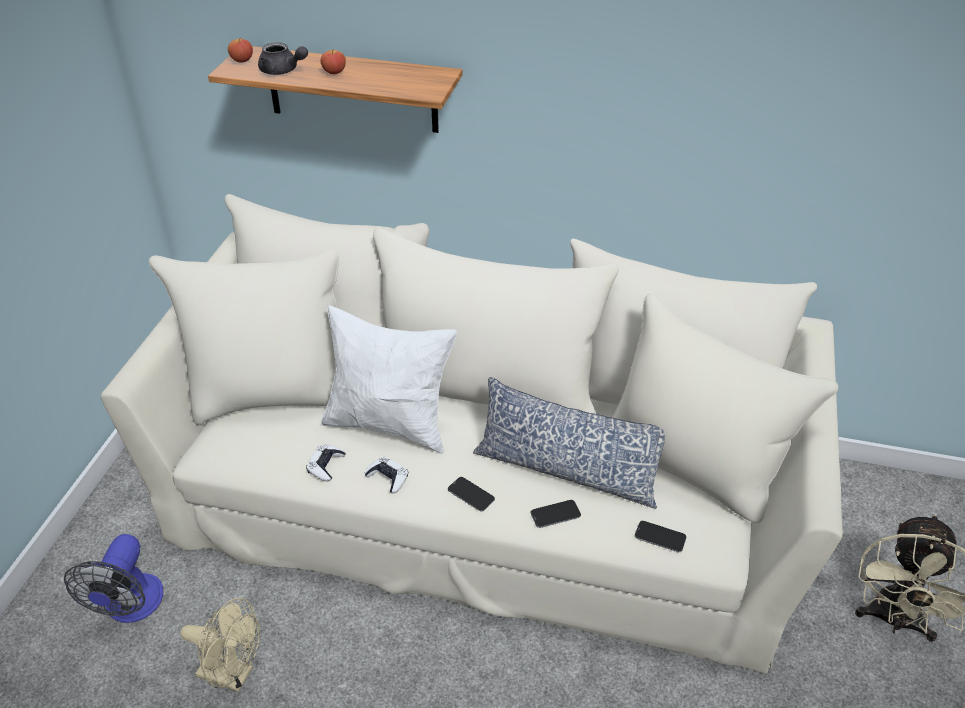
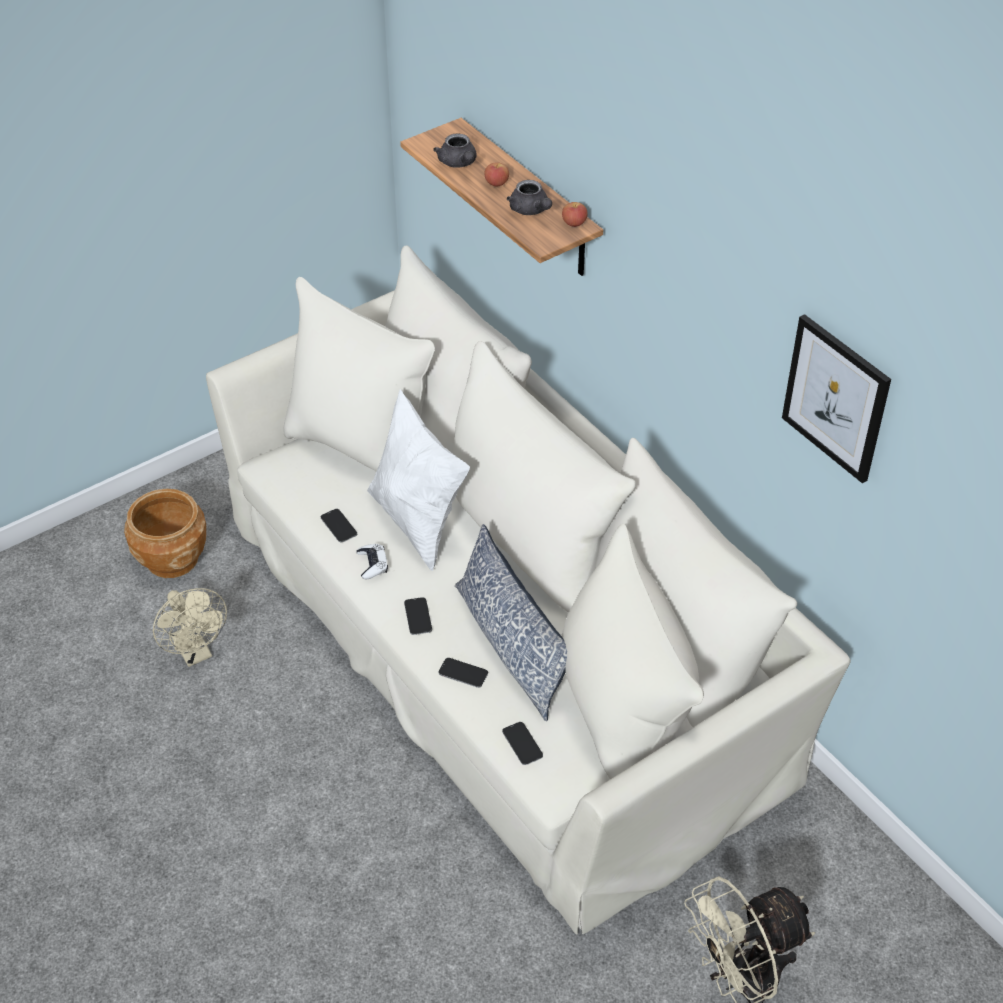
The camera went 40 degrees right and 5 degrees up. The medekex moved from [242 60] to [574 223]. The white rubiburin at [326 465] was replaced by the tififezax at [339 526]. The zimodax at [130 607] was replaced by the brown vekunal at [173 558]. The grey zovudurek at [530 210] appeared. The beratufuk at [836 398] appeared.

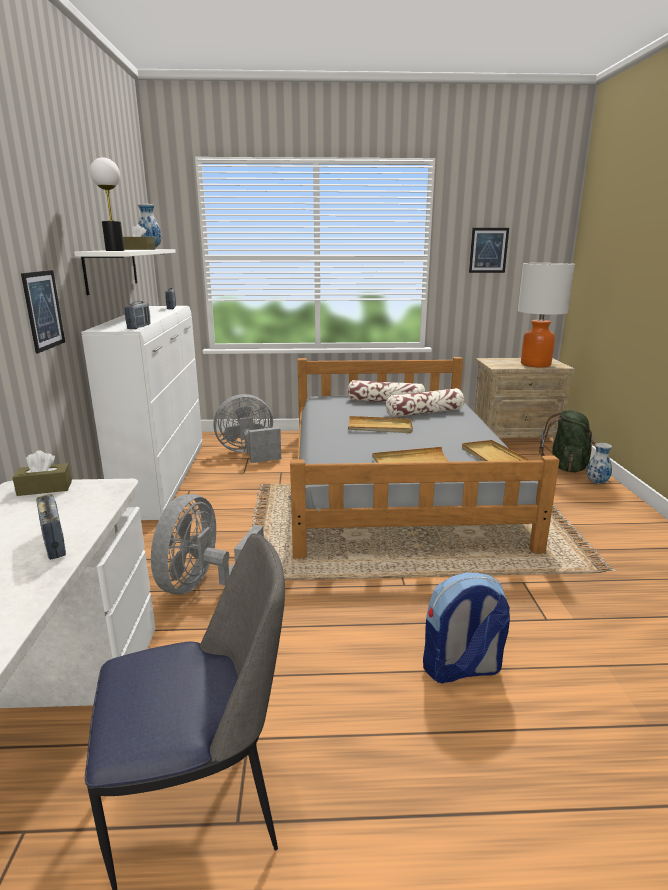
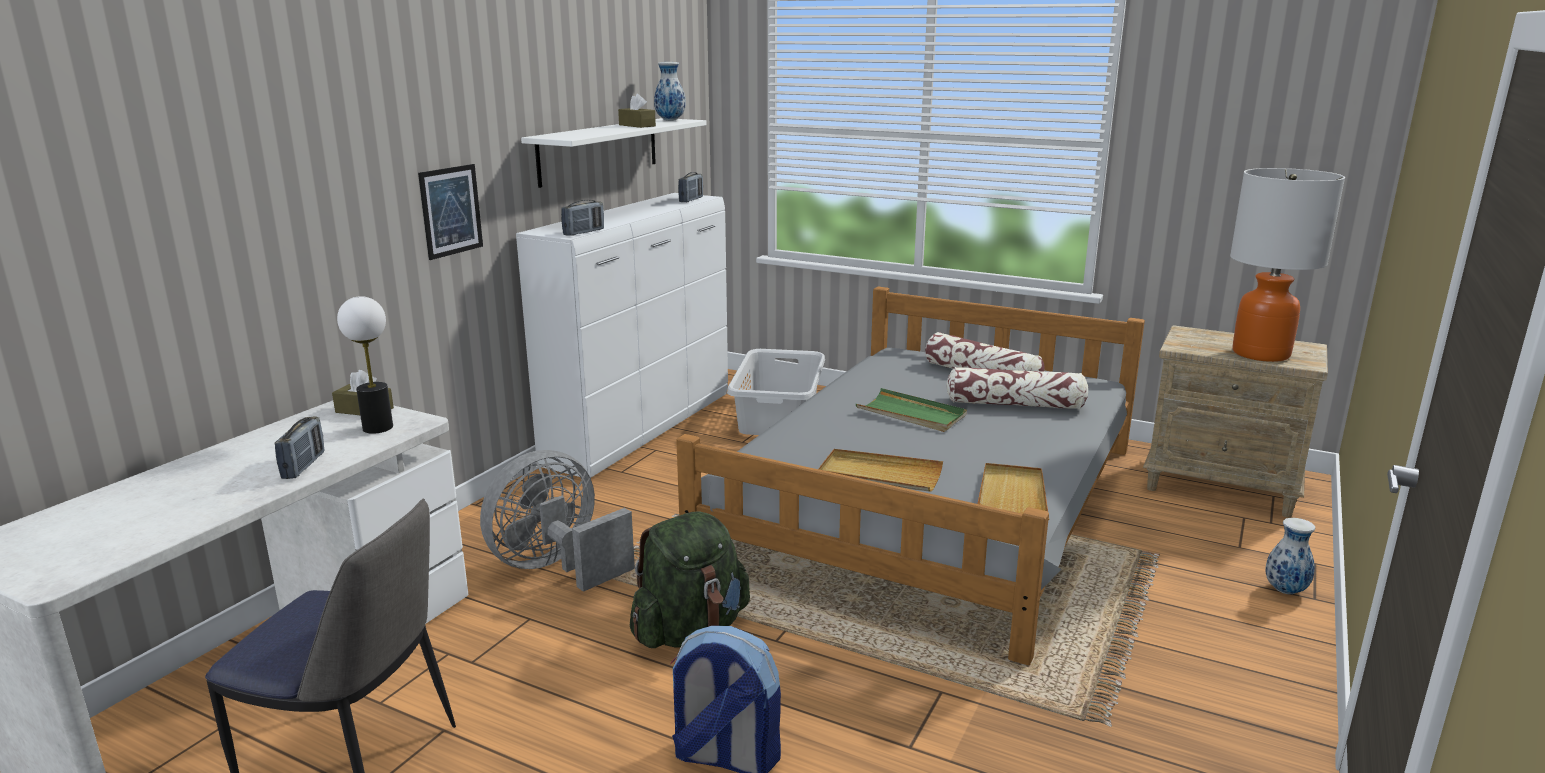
The camera went 30 degrees right and 0 degrees up. The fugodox moved from [114 250] to [377 428]. The beratufuk at [488 250] disappeared. The grey zimodax at [249 453] was replaced by the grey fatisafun at [777 416]. The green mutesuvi moved from [566 467] to [690 631]. The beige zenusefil at [380 427] became the green zenusefil at [911 414].

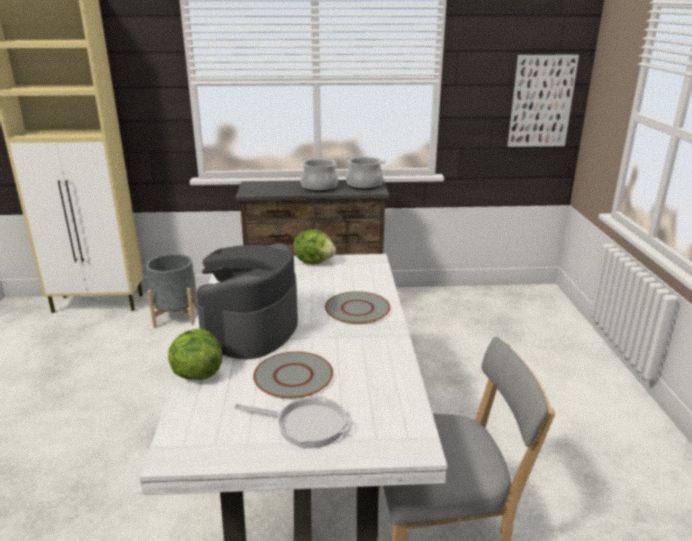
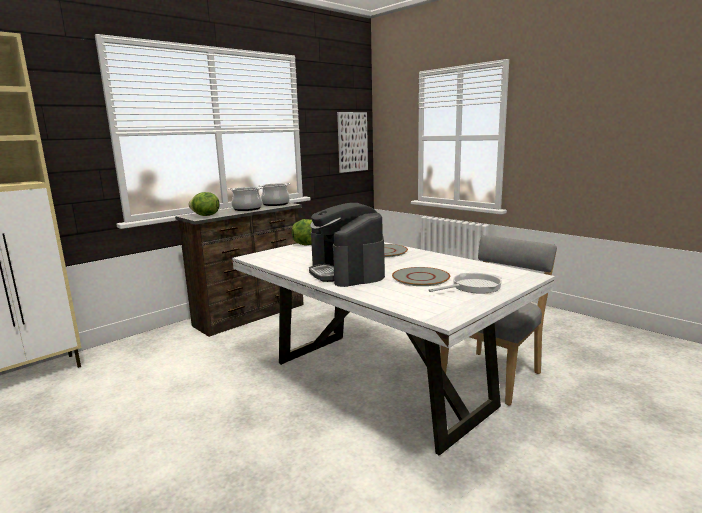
The camera went 40 degrees left and 10 degrees down. The grey vekunal at [176 316] disappeared. The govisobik moved from [196 374] to [205 216].

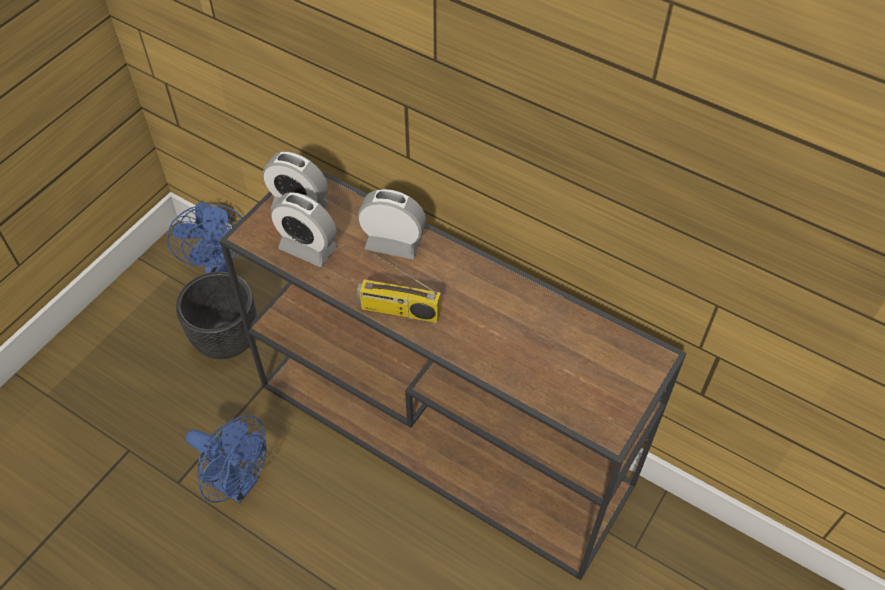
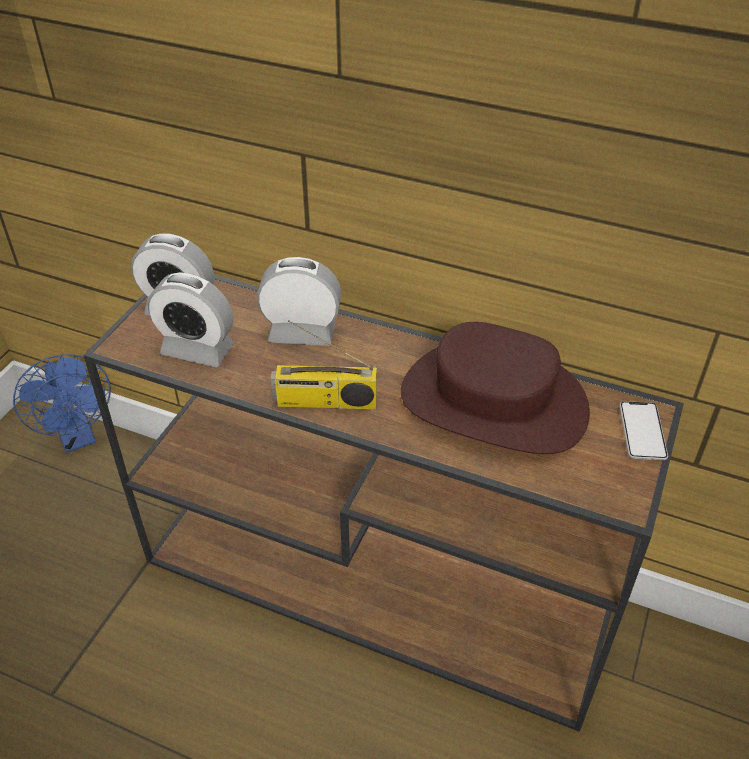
The camera went 10 degrees left and 10 degrees down. The black vekunal at [227 339] disappeared. The blue zimodax at [237 483] disappeared. The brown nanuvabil at [493 402] appeared. The tififezax at [642 431] appeared.

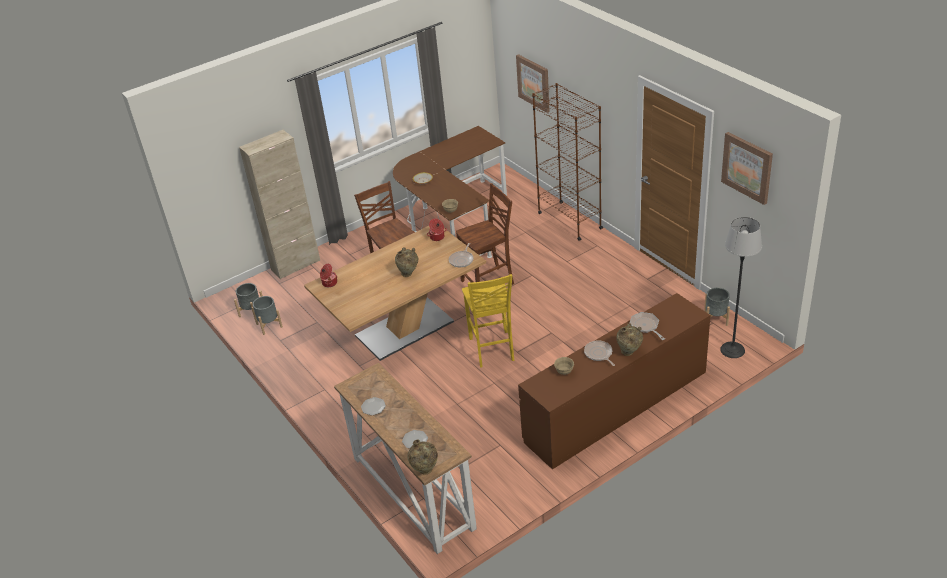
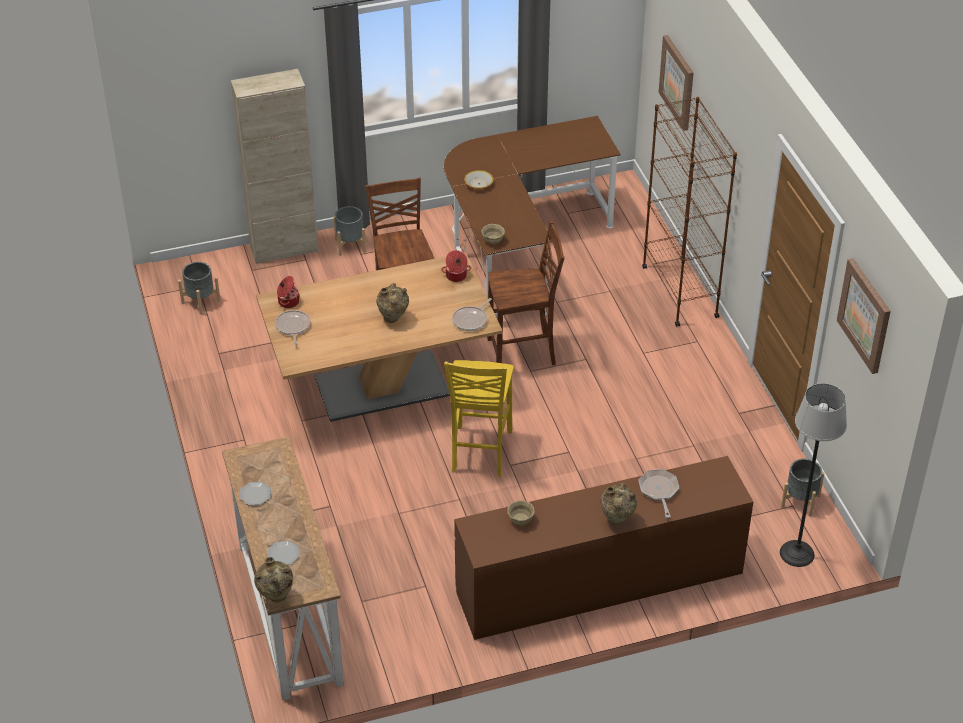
The camera went 15 degrees right and 5 degrees up. The grey vekunal moved from [269 325] to [350 245]. The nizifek moved from [599 354] to [292 327].

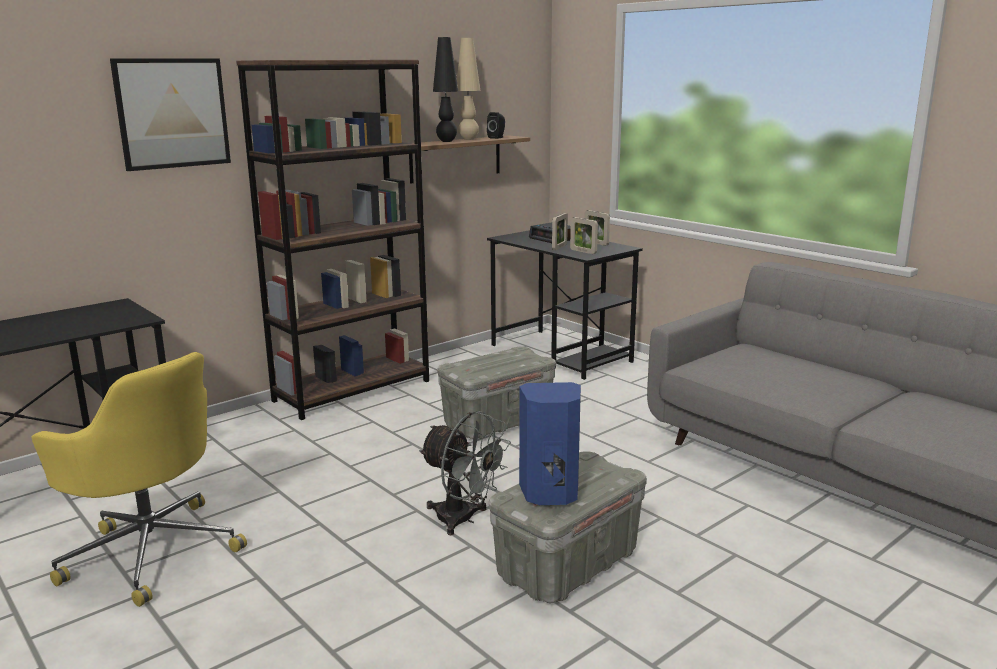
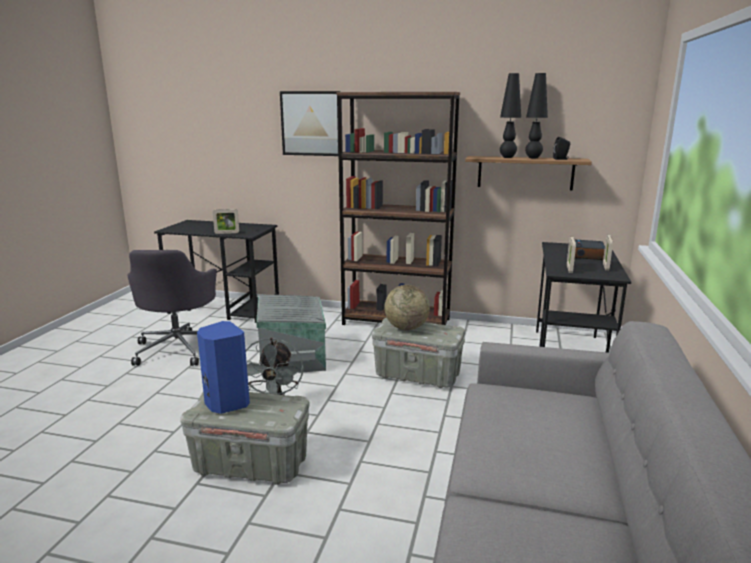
The camera went 55 degrees right and 0 degrees up. The beige fugodox at [469 139] became the black fugodox at [533 158]. The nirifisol moved from [559 247] to [227 233]. The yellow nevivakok at [151 550] became the grey nevivakok at [179 348]. The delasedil at [406 328] appeared. The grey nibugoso at [294 356] appeared.

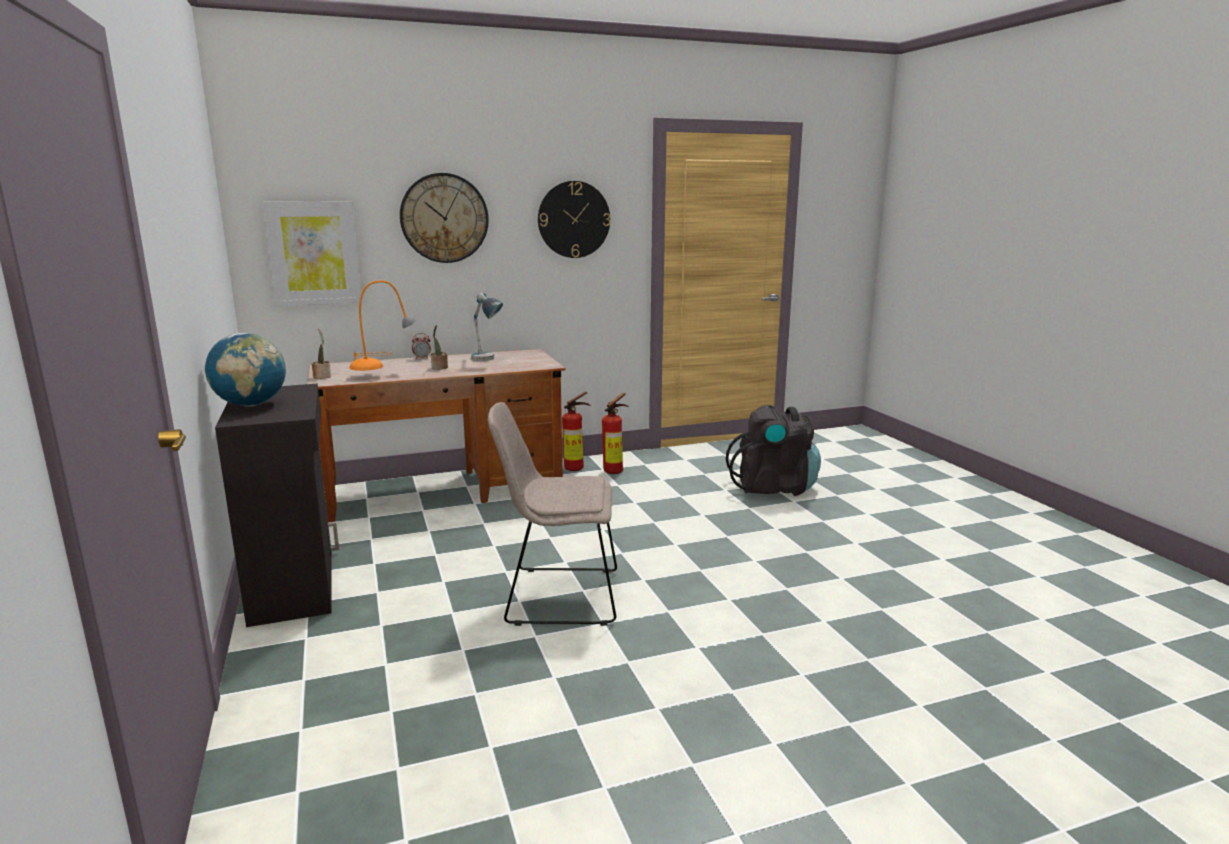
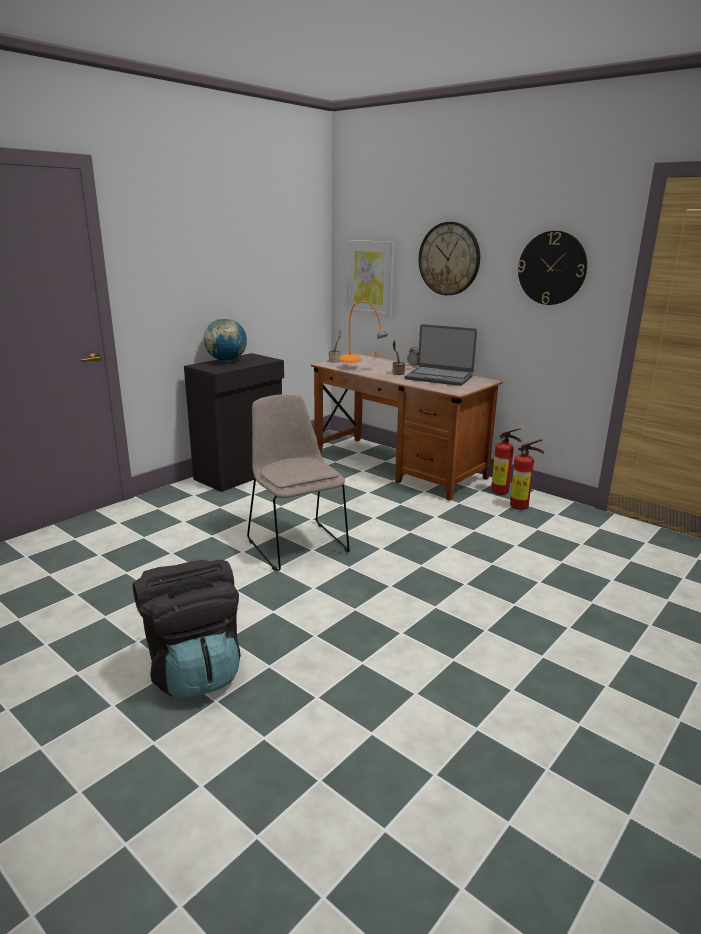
The camera went 60 degrees right and 5 degrees up. The fugodox at [487 360] was replaced by the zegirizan at [439 377]. The black mutesuvi moved from [774 487] to [194 669].

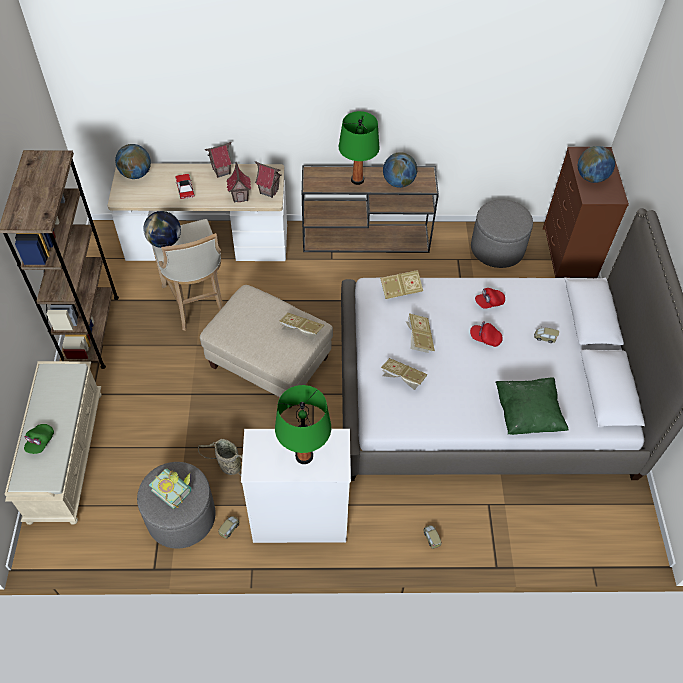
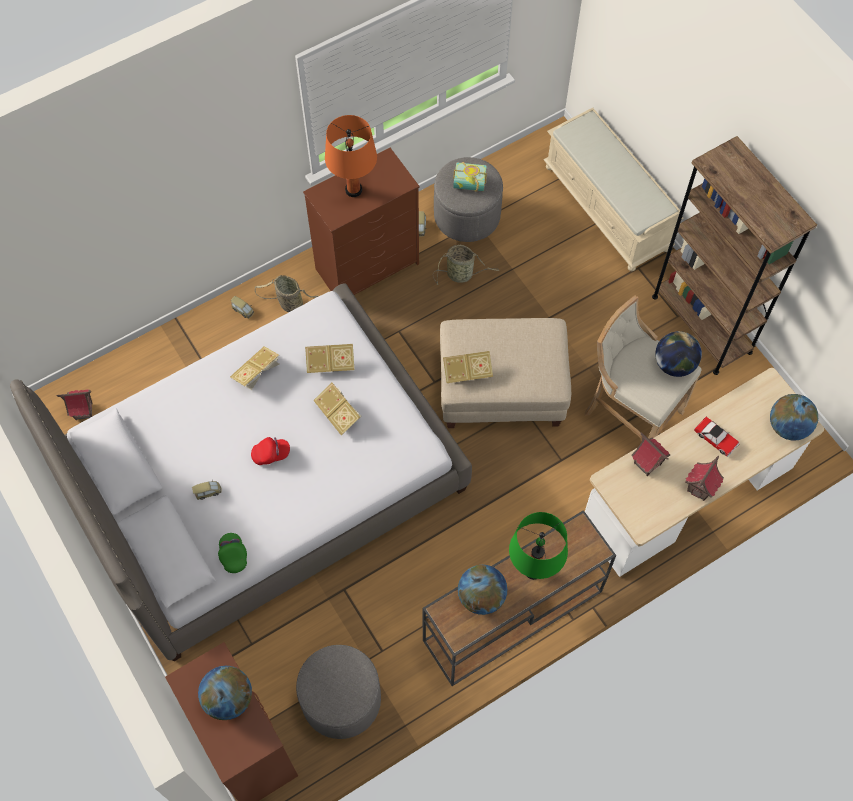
The camera went 150 degrees right and 10 degrees up. The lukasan moved from [269 191] to [84 411]. The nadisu moved from [400 291] to [257 373]. The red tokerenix at [489 302] disappeared. The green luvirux at [527 414] disappeared. The green fugodox at [304 456] became the orange fugodox at [354 190]. The green tokerenix moved from [40 442] to [233 555]. The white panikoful at [299 518] became the brown panikoful at [368 266]. The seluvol at [289 304] appeared.

